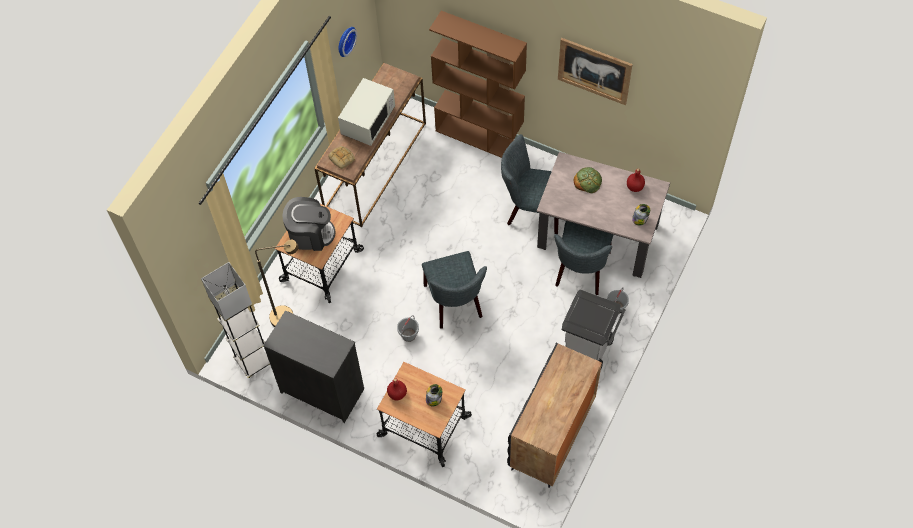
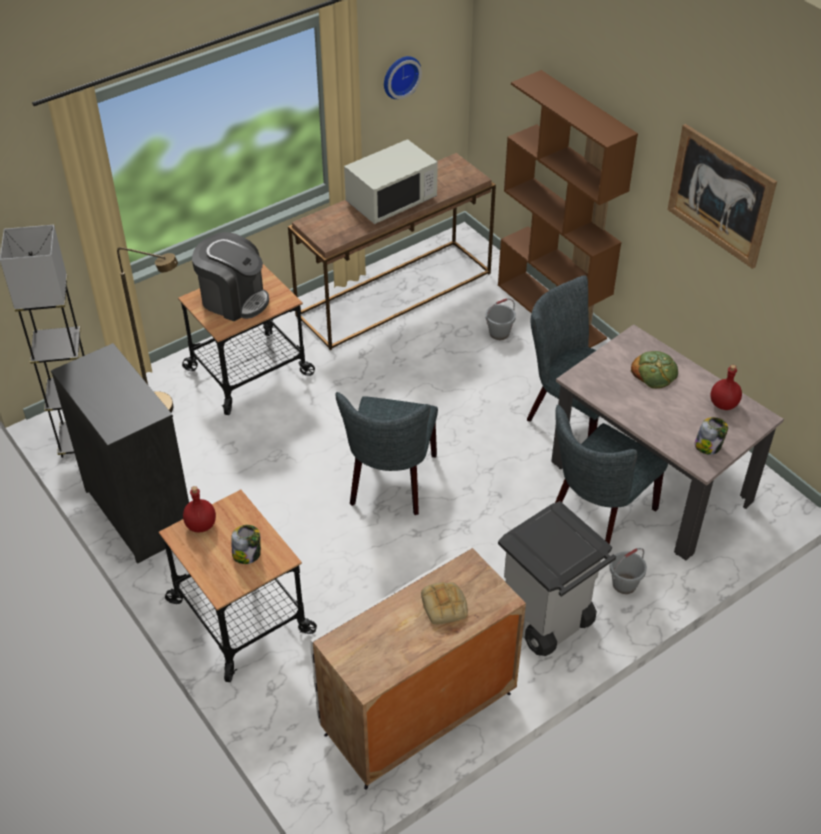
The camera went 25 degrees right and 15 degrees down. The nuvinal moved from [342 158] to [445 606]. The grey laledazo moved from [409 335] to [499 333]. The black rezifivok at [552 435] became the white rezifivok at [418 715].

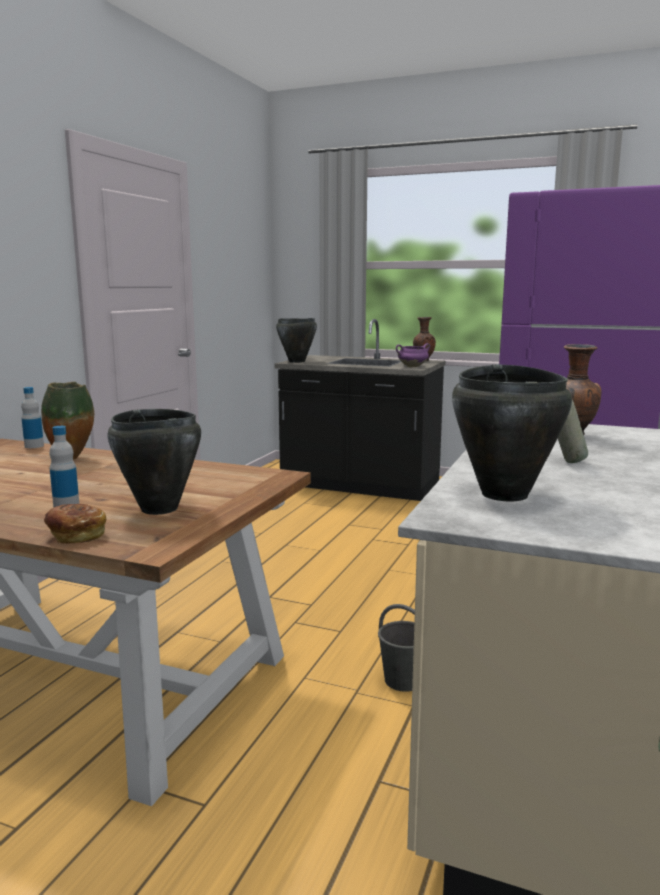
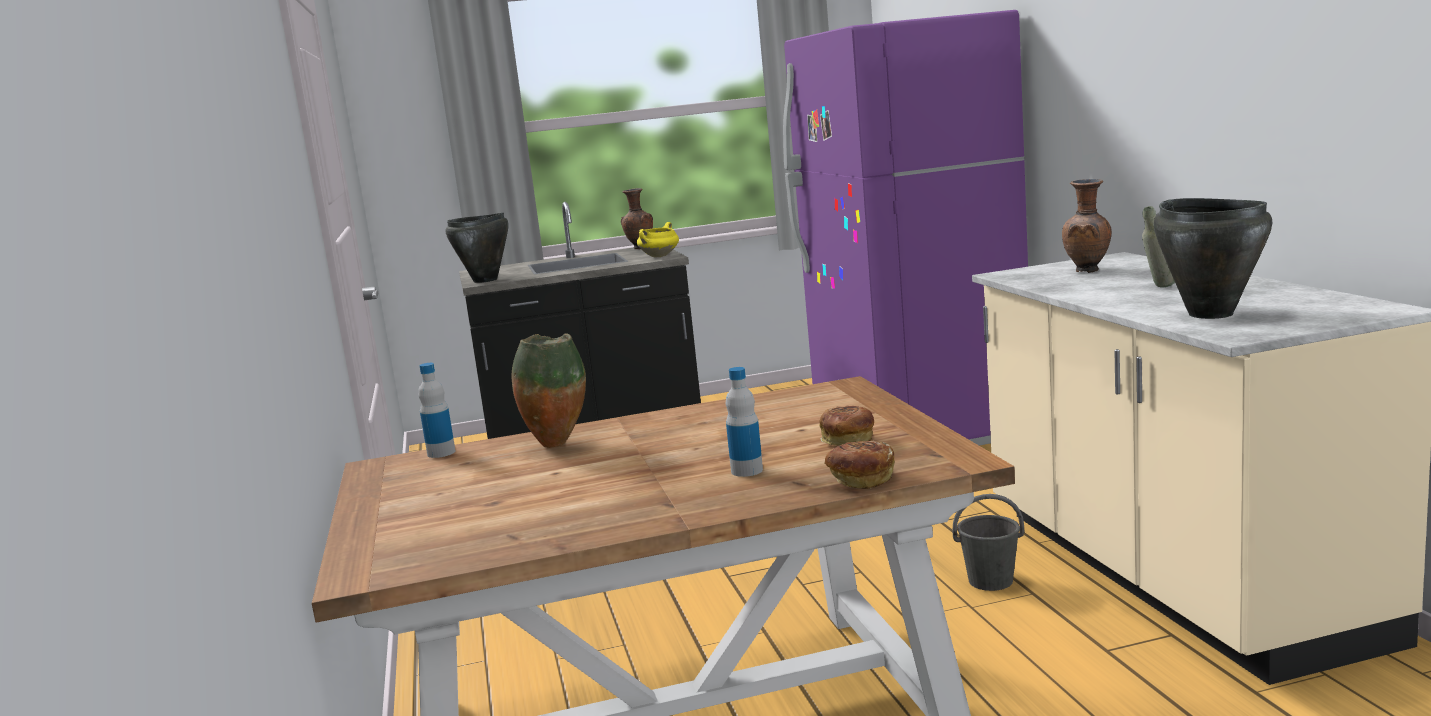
The camera went 35 degrees left and 0 degrees up. The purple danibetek at [412 367] became the yellow danibetek at [659 256]. The black danibetek at [159 509] was replaced by the nuvinal at [848 441].

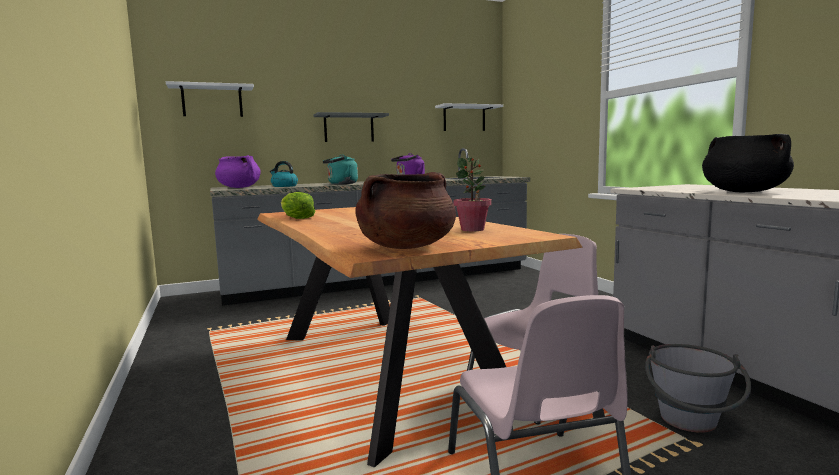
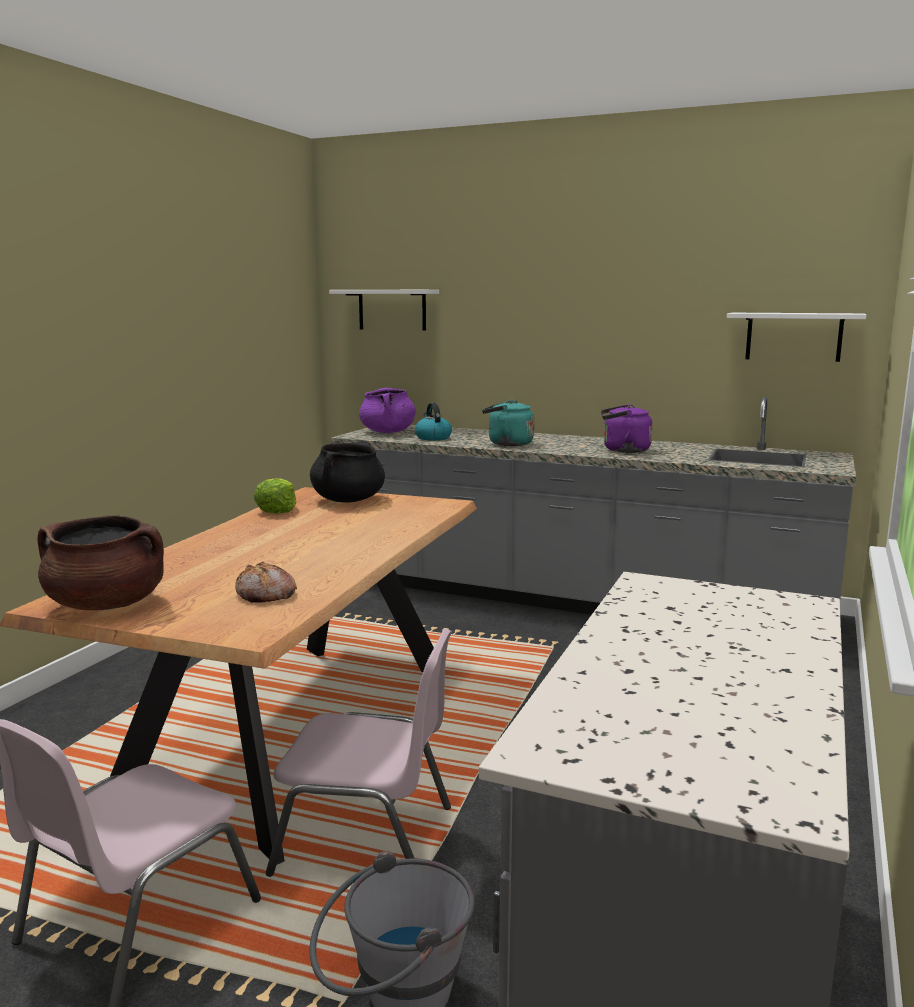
The camera went 45 degrees right and 5 degrees up. The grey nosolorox at [349 128] disappeared. The black danibetek moved from [743 192] to [348 500]. The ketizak at [473 229] was replaced by the nuvinal at [266 595].

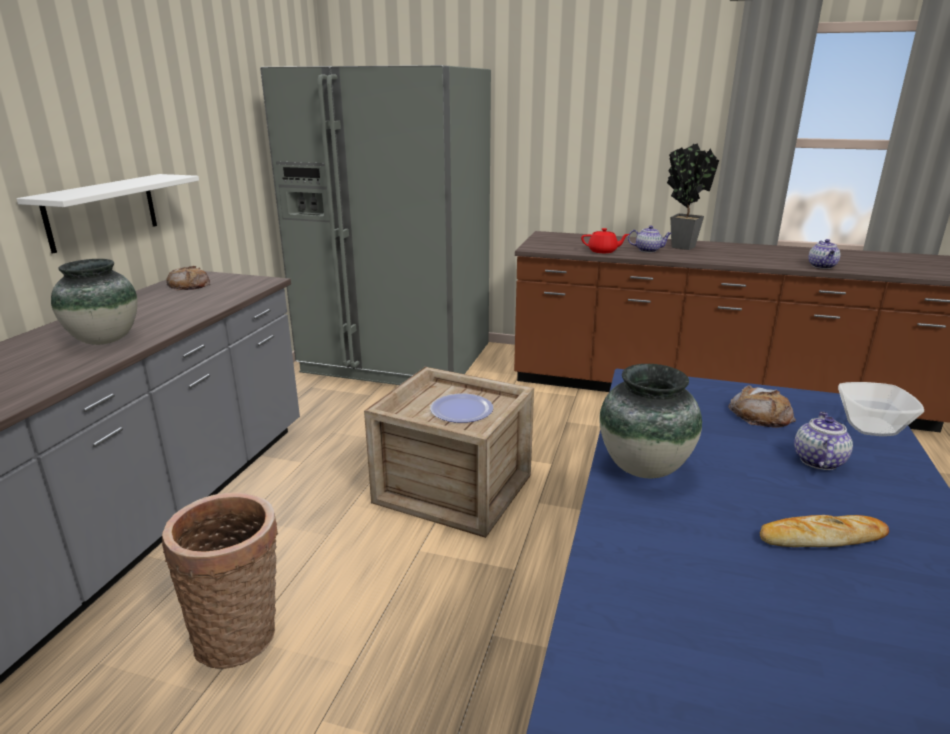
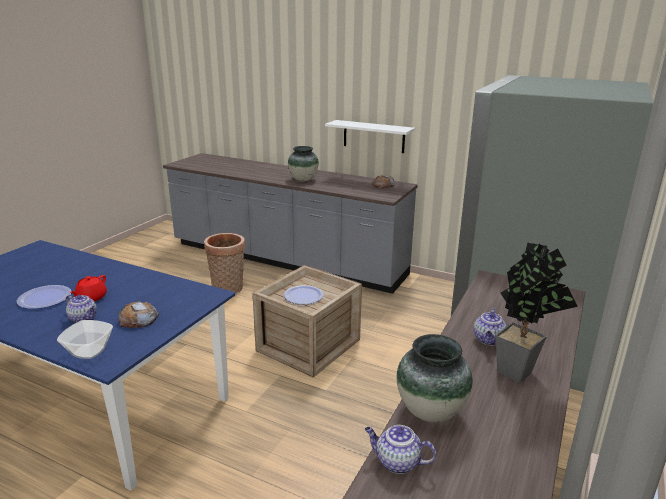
The camera went 100 degrees right and 0 degrees up. The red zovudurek moved from [603 251] to [91 298]. The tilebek moved from [643 468] to [430 411]. The nuvinal at [821 538] was replaced by the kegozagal at [44 298].

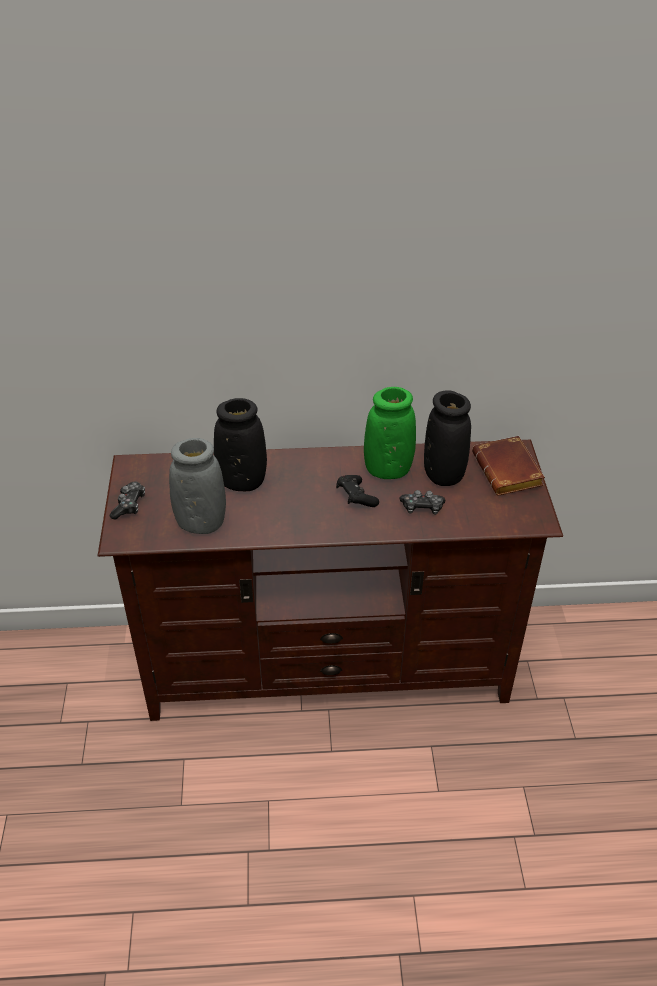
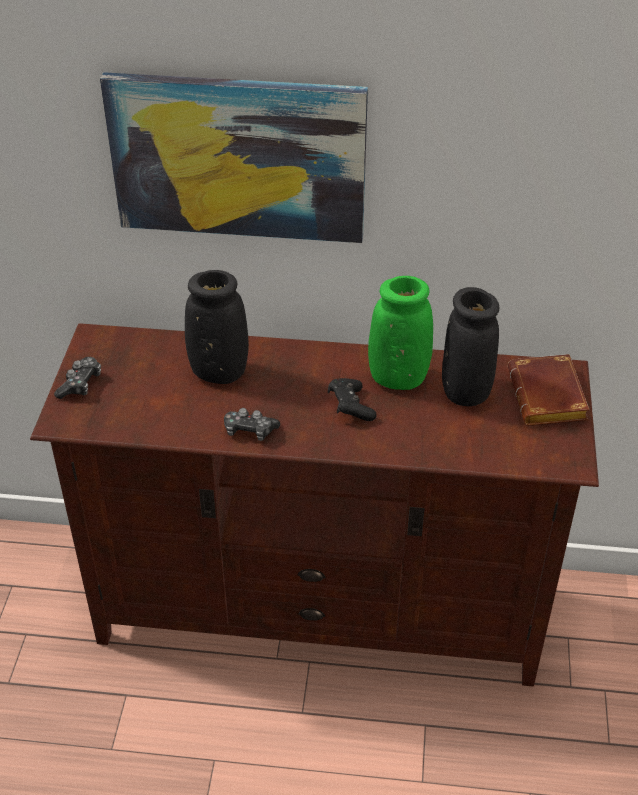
The camera went 10 degrees right and 0 degrees up. The grey tilebek at [201 523] disappeared. The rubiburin moved from [422 508] to [249 430]. The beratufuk at [238 157] appeared.

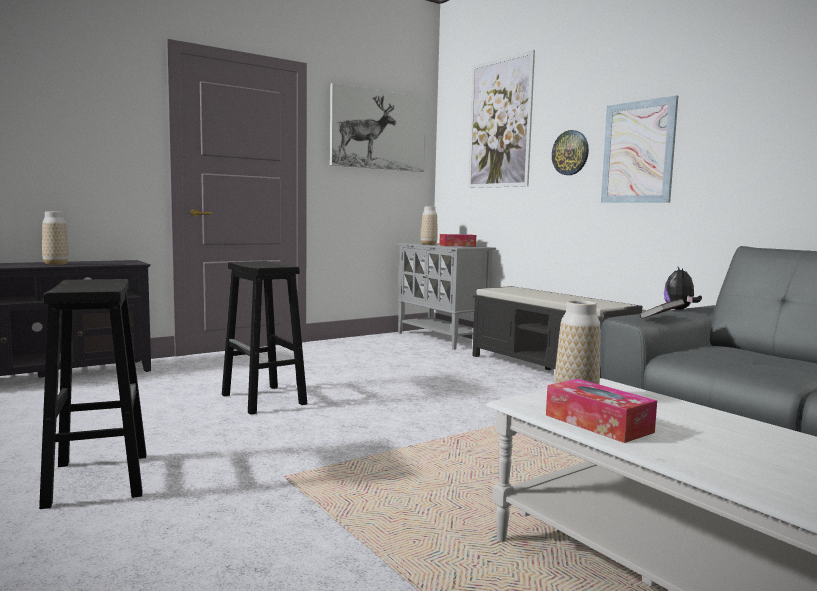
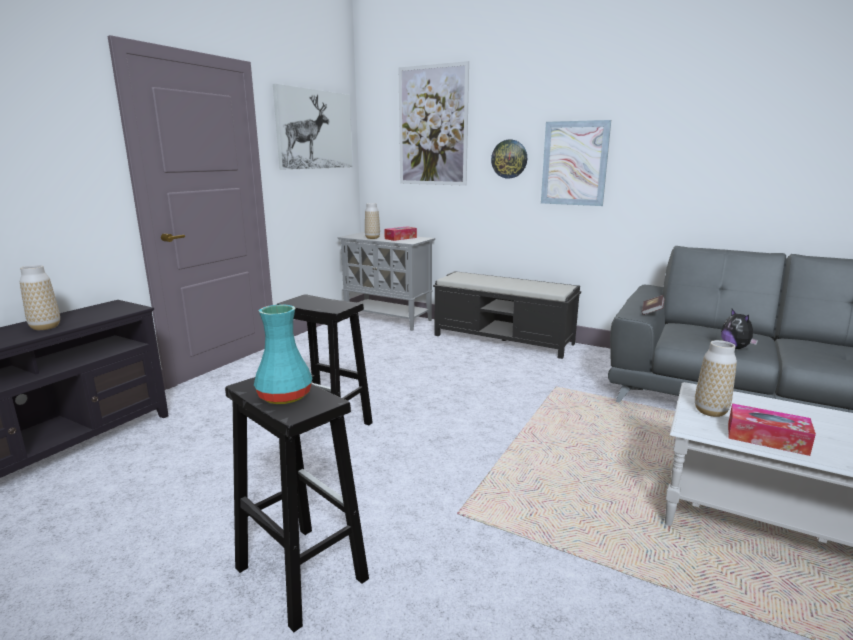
The camera went 25 degrees left and 10 degrees up. The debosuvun moved from [680 310] to [735 348]. The turquoise tilebek at [283 396] appeared.

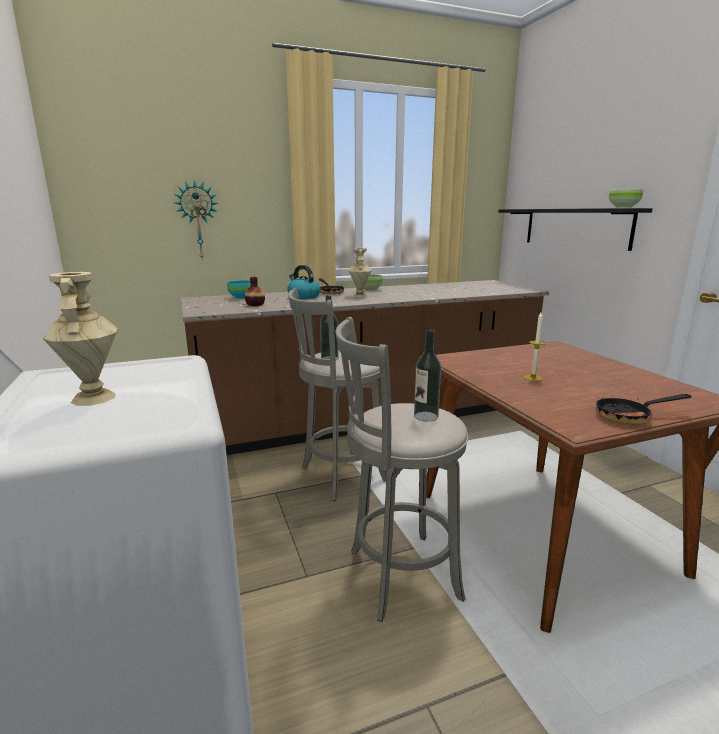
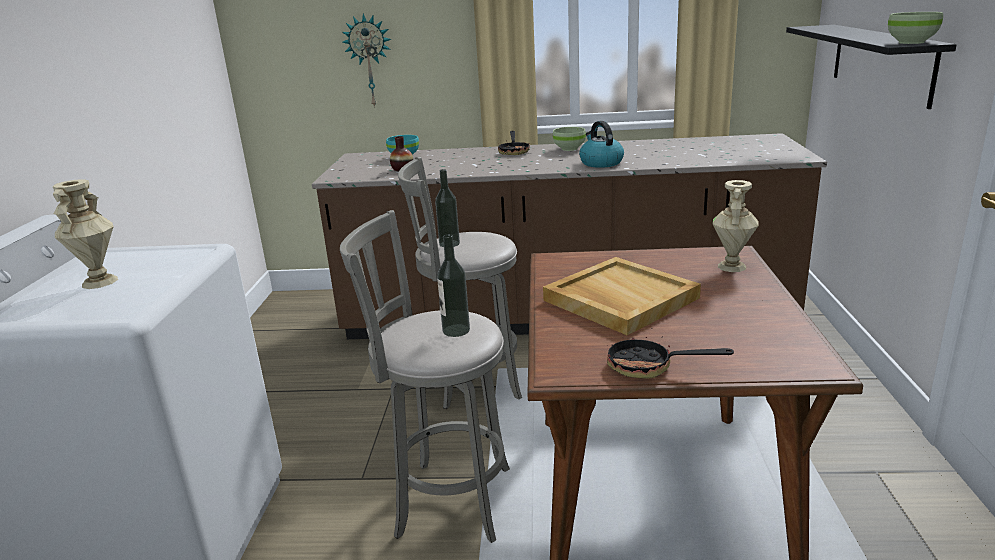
The camera went 25 degrees right and 5 degrees up. The beige tilebek moved from [360 296] to [732 266]. The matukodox moved from [303 297] to [600 163]. The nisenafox at [533 378] was replaced by the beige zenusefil at [619 299].

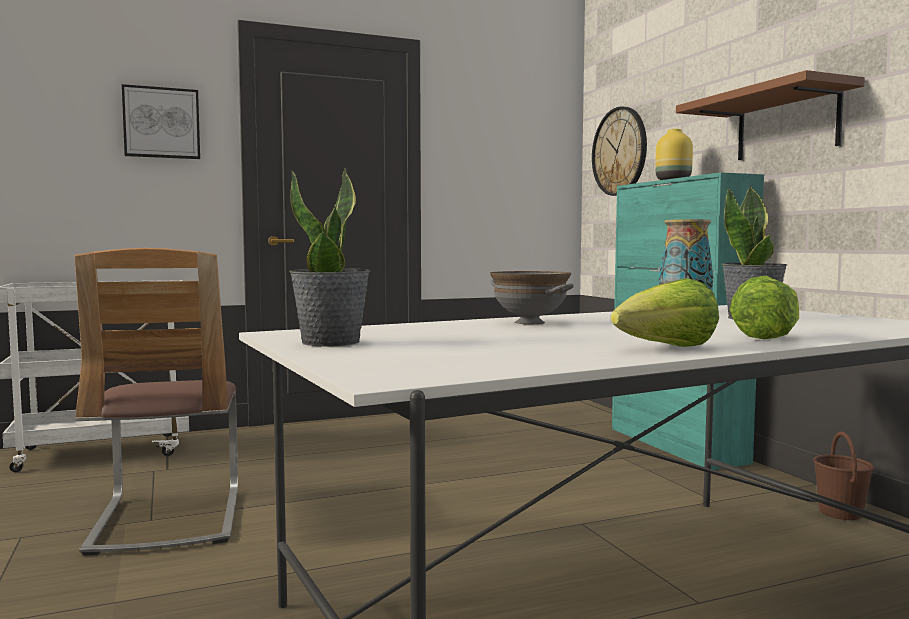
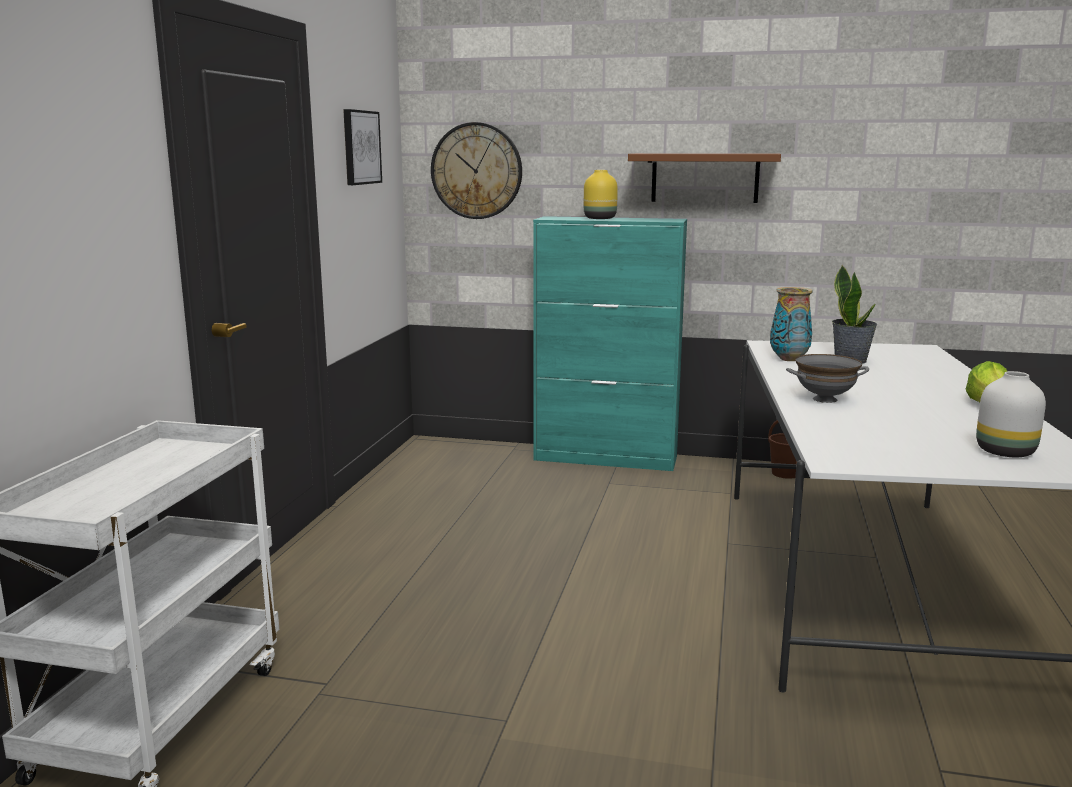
The camera went 55 degrees left and 10 degrees up. The beratufuk moved from [161 123] to [360 147]. The ketizak at [331 342] disappeared. The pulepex at [168 519] disappeared. The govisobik at [767 337] disappeared. The white tilebek at [1007 452] appeared.

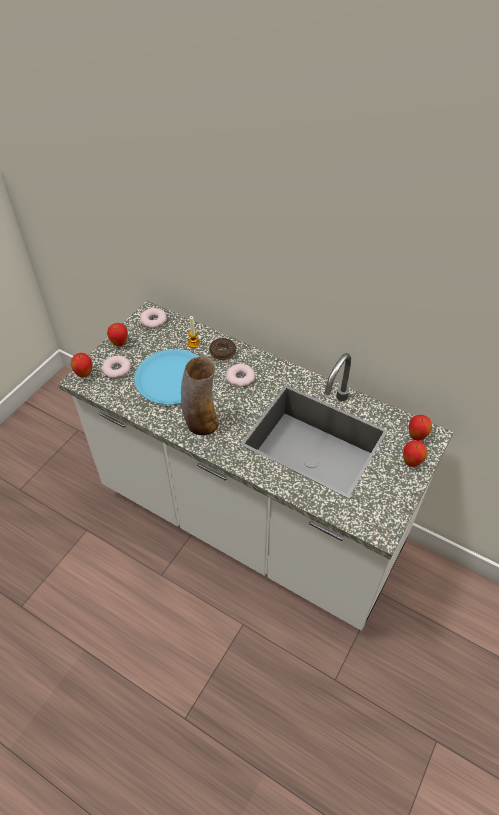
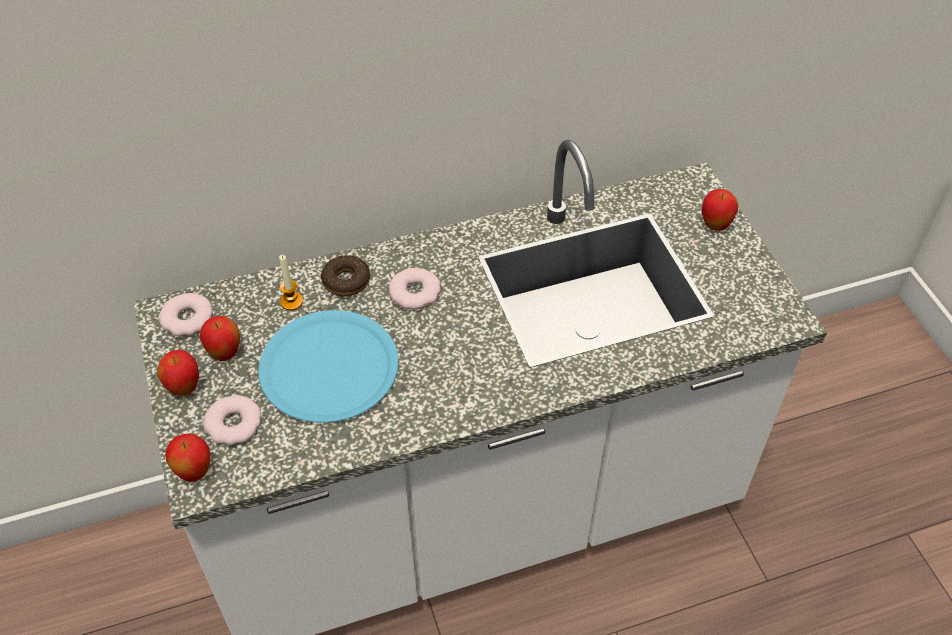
The camera went 50 degrees left and 0 degrees up. The tilebek at [201 423] disappeared. The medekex moved from [416 436] to [225 353].

